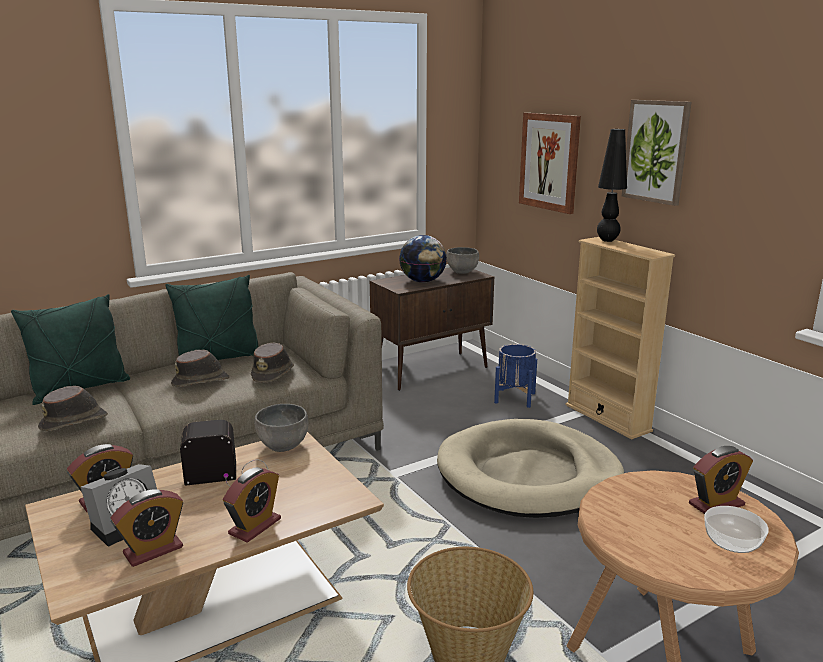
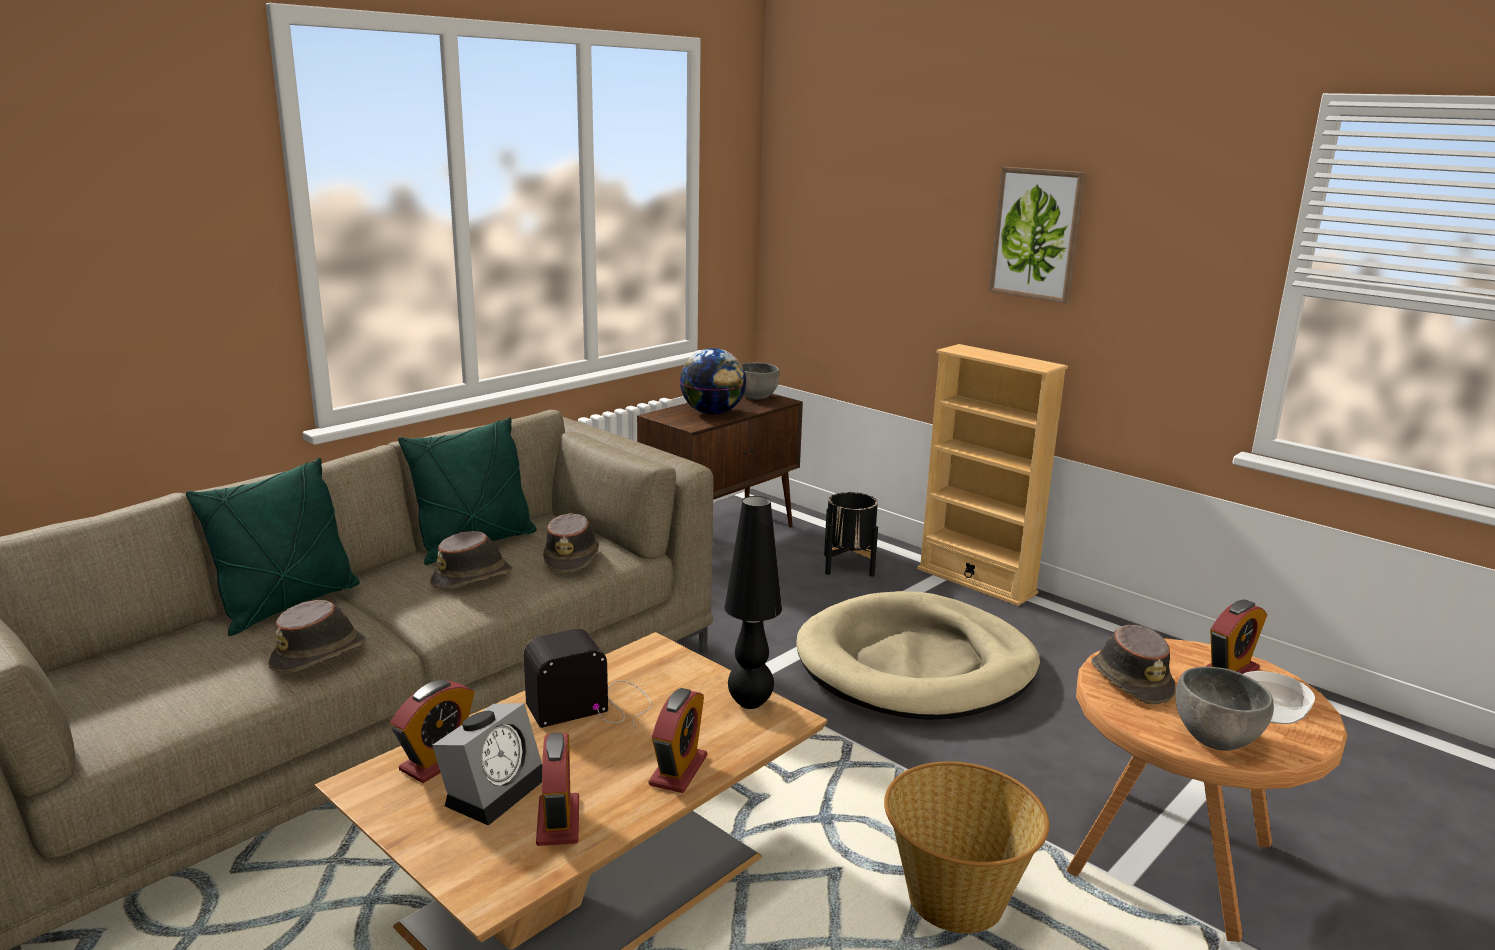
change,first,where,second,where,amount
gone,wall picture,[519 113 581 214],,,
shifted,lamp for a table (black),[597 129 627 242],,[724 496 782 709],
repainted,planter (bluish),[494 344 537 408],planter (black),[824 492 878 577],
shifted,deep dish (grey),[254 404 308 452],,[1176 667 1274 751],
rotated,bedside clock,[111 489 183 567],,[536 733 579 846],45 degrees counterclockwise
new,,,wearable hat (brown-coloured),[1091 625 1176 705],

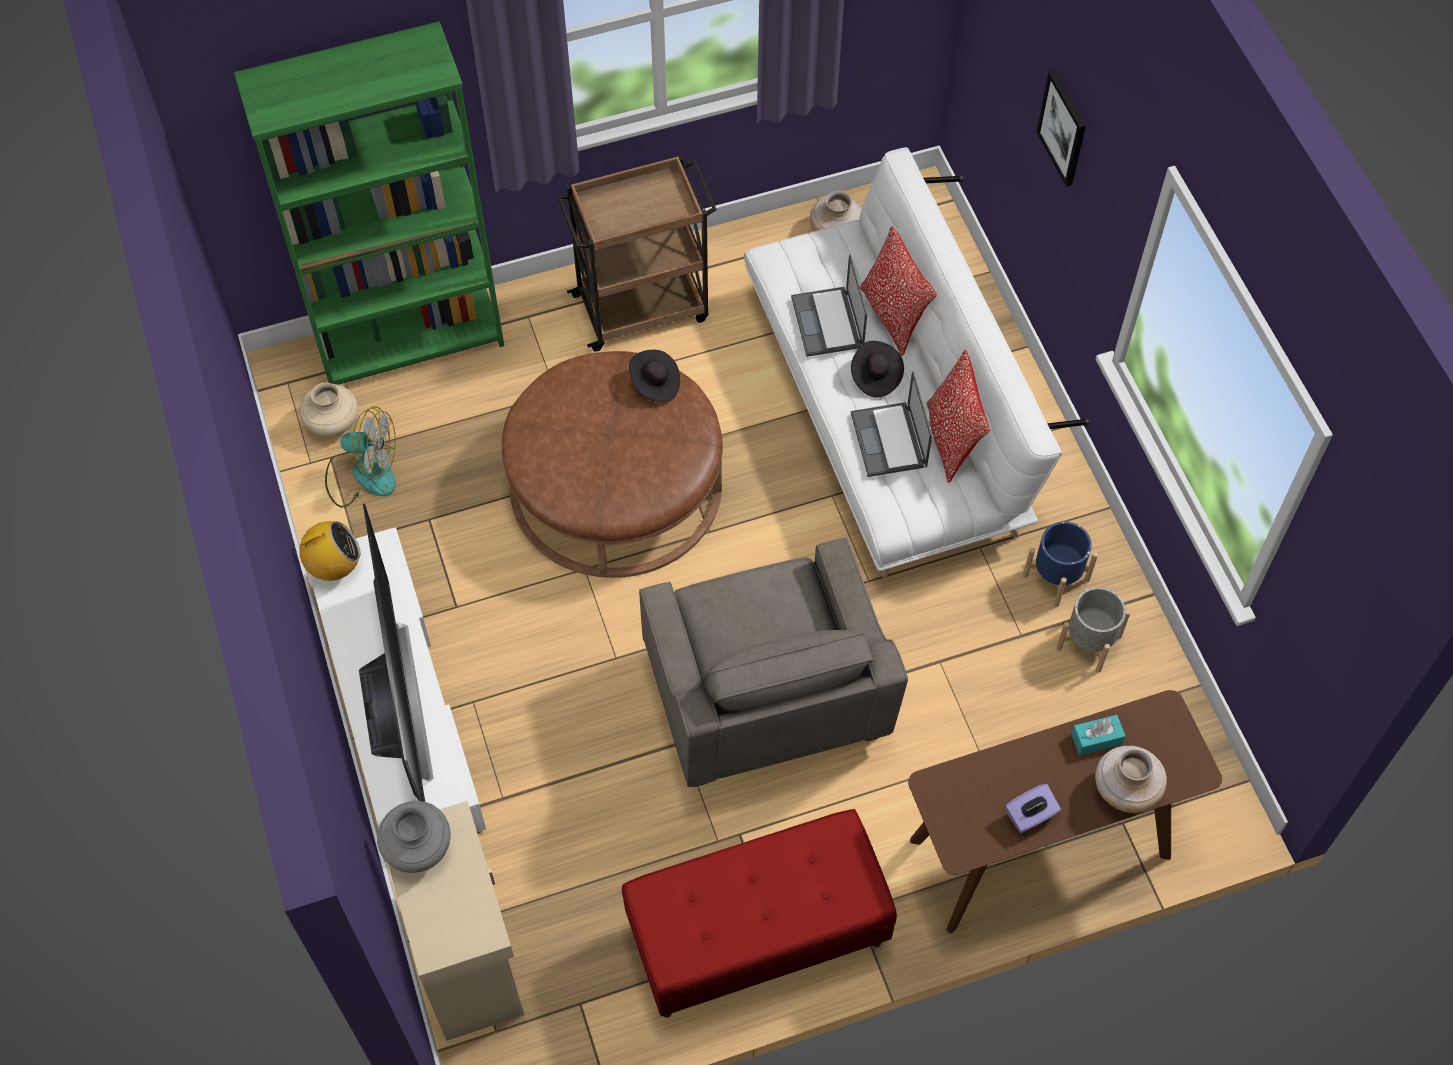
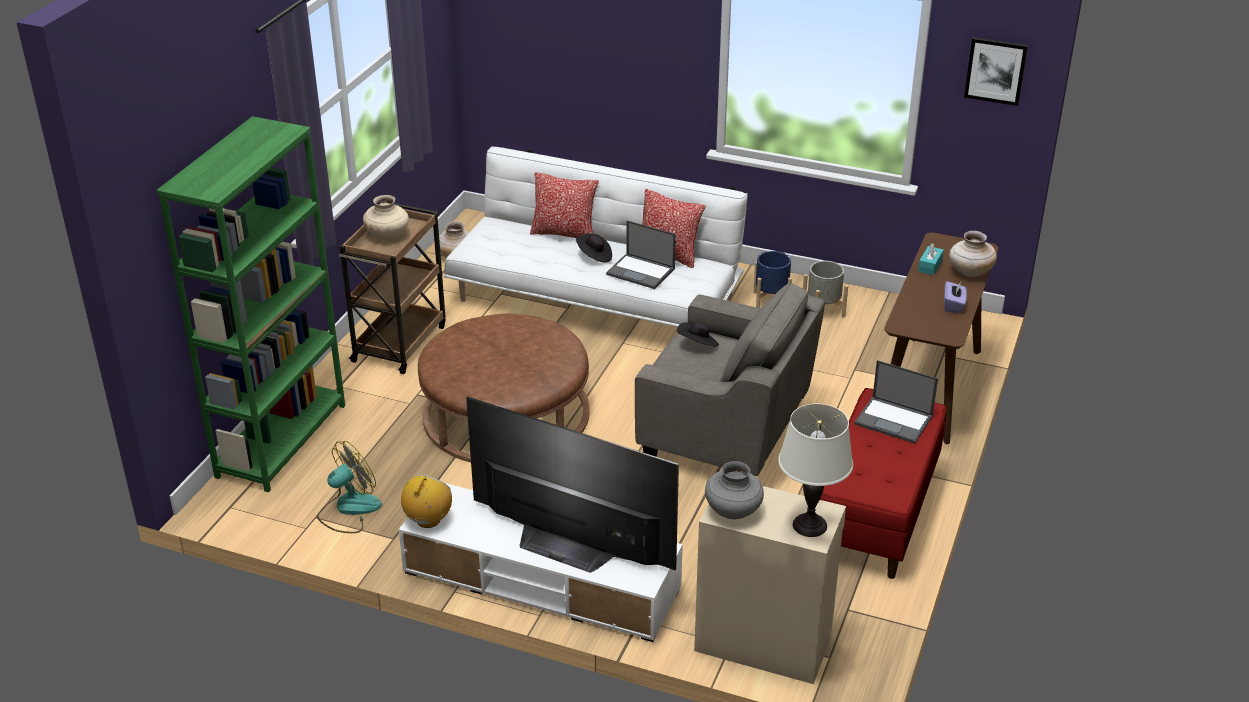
change,first,where,second,where,amount
shifted,wall picture,[1037 70 1086 187],,[964 37 1028 106],
shifted,laptop,[791 255 867 357],,[854 360 938 444],
shifted,wearable hat (black),[629 350 680 402],,[677 322 719 347],
shifted,flower vase (sand-coloured),[299 382 358 437],,[363 195 409 240],
new,,,lamp for a table (white-coloured),[778 404 853 537],

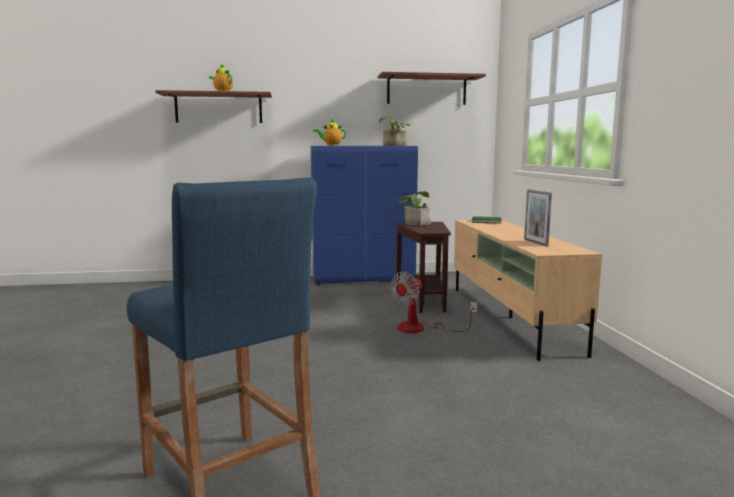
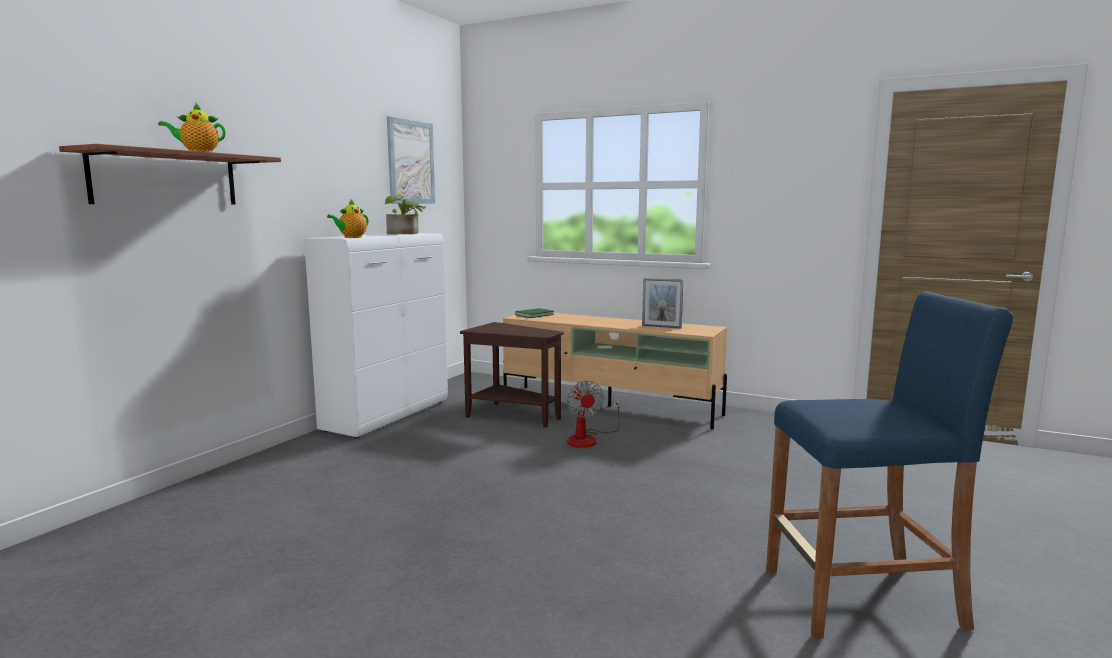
change,first,where,second,where,amount
swapped,wall shelf,[377 72 486 105],wall picture,[387 116 435 204],
repainted,cabinet (bluish),[311 146 418 285],cabinet (white-coloured),[304 233 448 439],
gone,plant in a pot,[398 191 431 225],,,

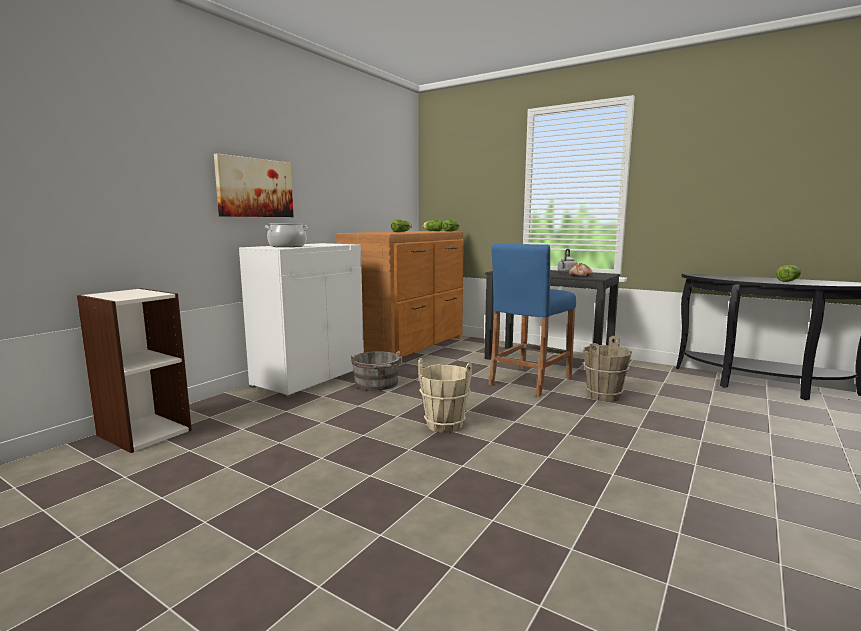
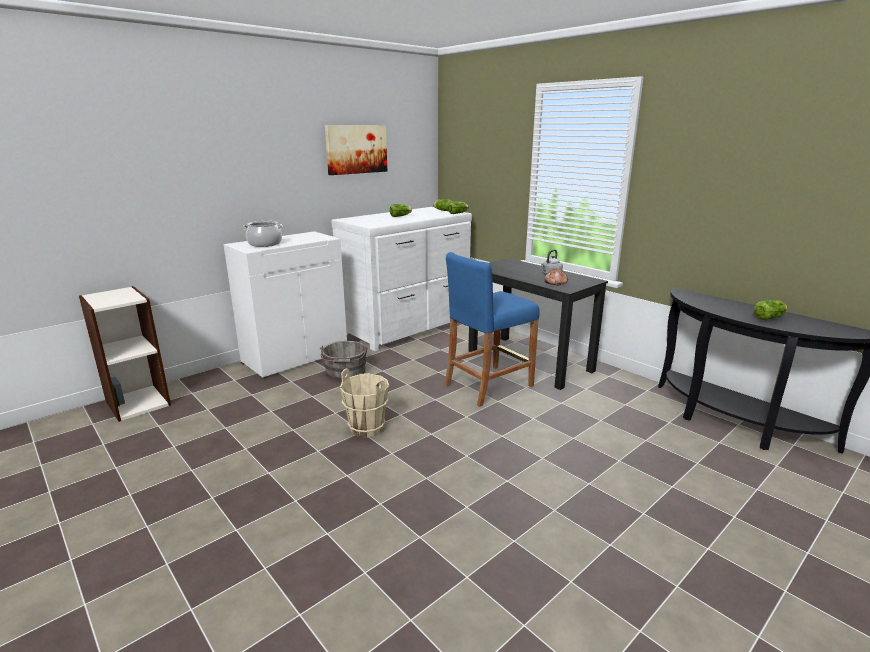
change,first,where,second,where,amount
shifted,wall picture,[214 153 294 217],,[325 125 387 175],
repainted,chest of drawers (brown-coloured),[336 231 464 357],chest of drawers (white-coloured),[331 207 472 351],
gone,water bucket (brown-coloured),[583 336 632 402],,,

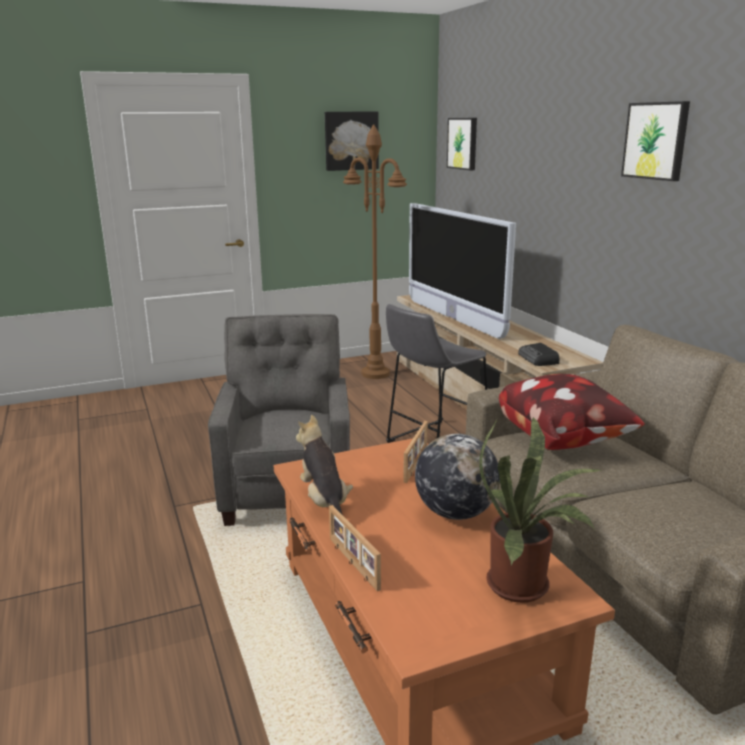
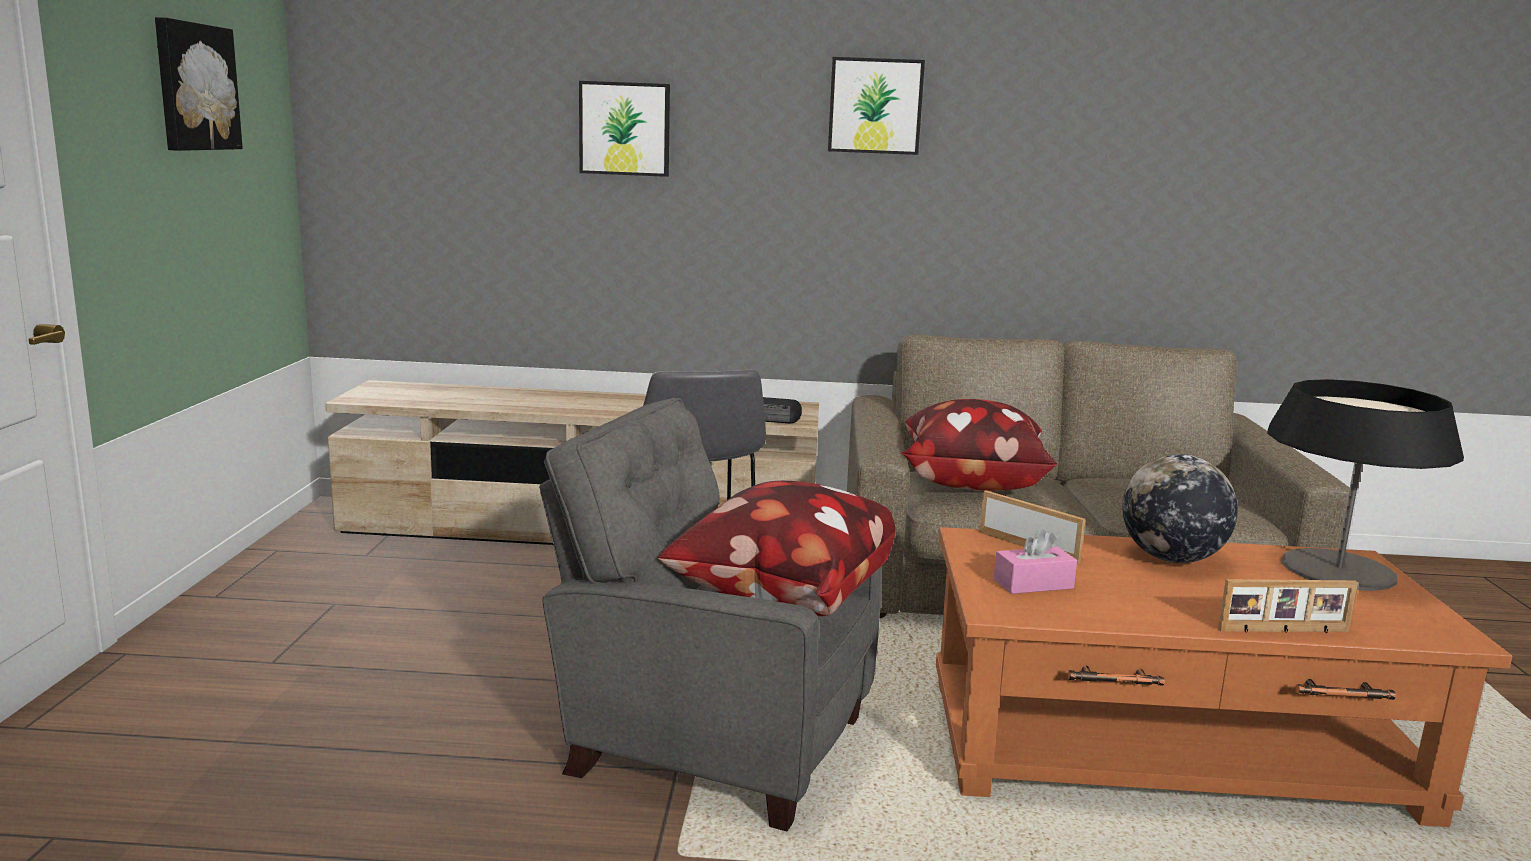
change,first,where,second,where,amount
shifted,wall picture,[447 118 477 170],,[579 81 670 177],
gone,standard lamp (brown-coloured),[343 124 407 379],,,
gone,TV set,[409 203 516 339],,,
gone,cuddly toy,[296 415 353 515],,,
swapped,plant in a pot,[479 417 604 603],lamp for a table,[1267 379 1464 591],
new,,,pillow,[657 481 896 616],
new,,,box of tissues (pinkish),[994 528 1077 594],

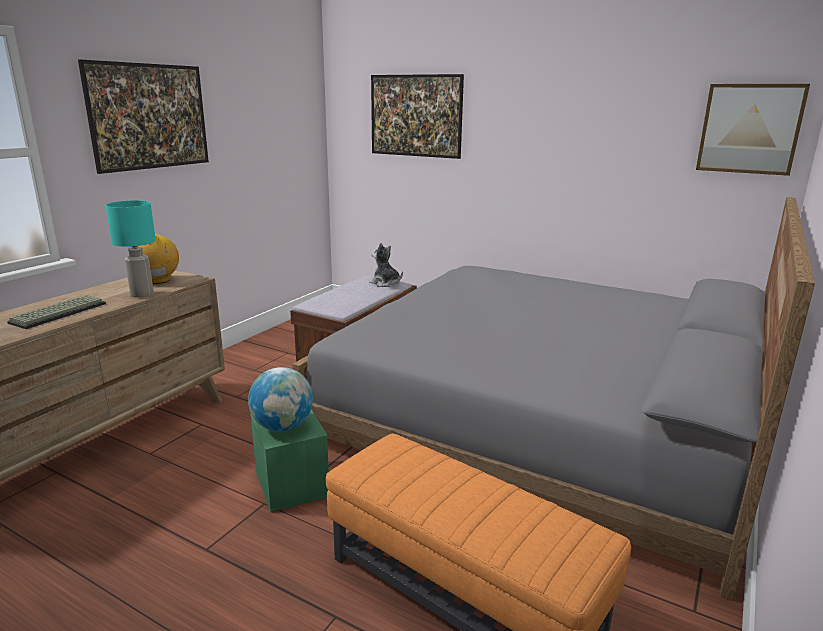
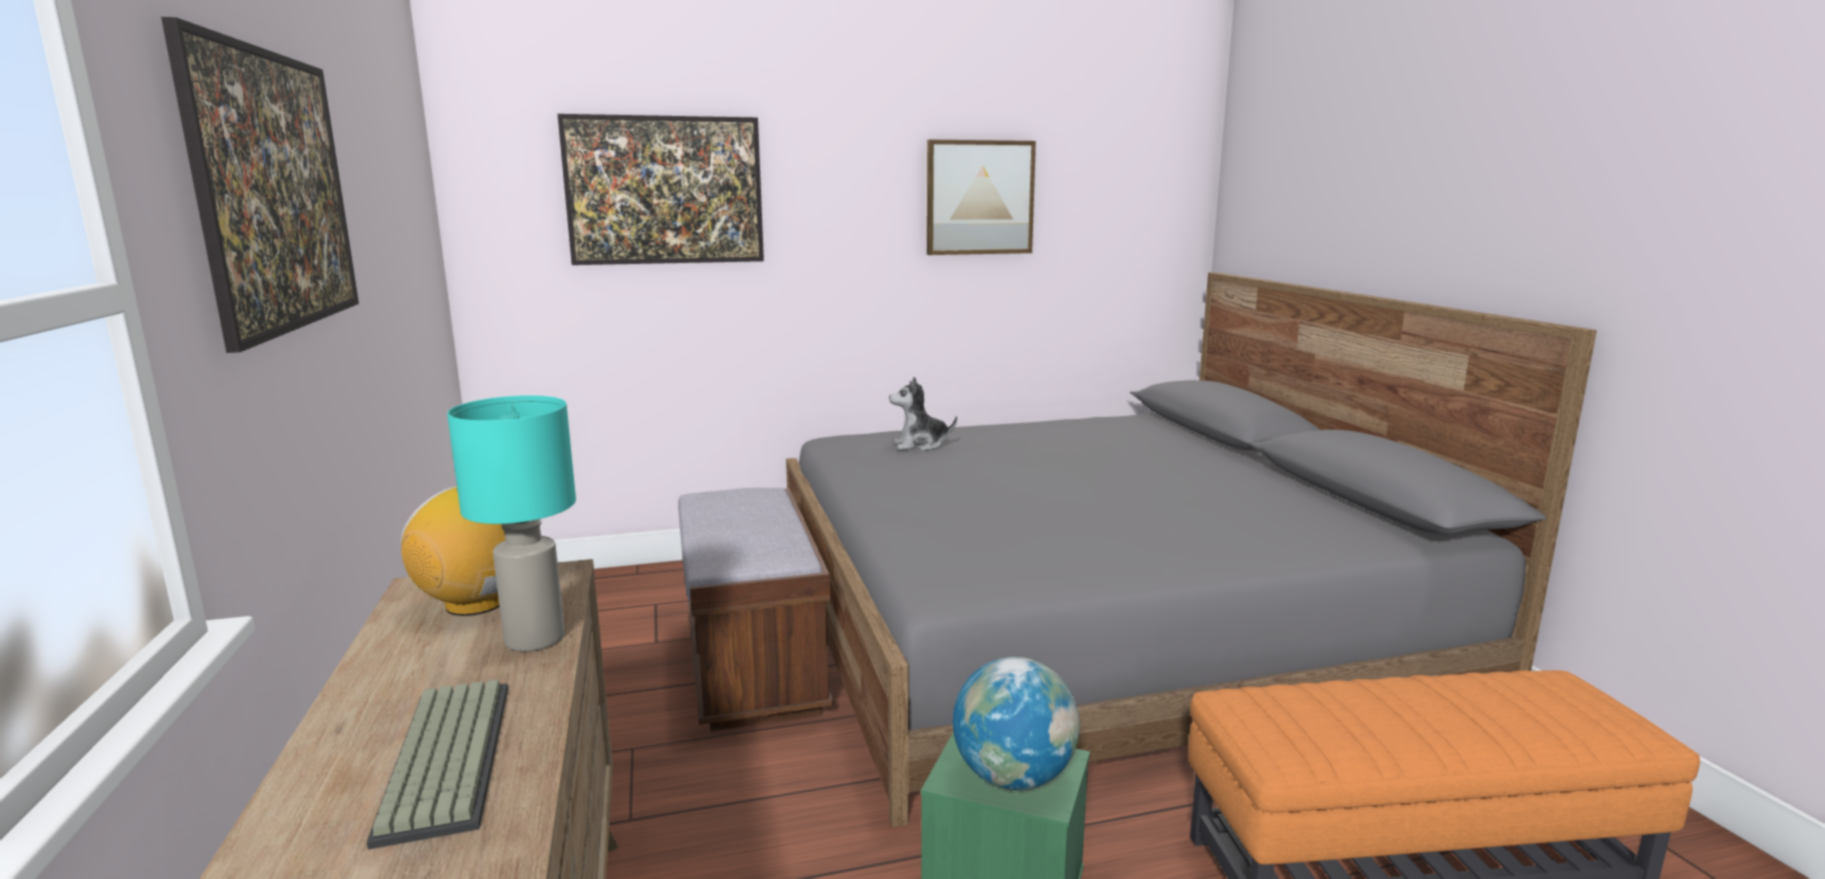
change,first,where,second,where,amount
shifted,wall picture,[696 84 810 176],,[927 139 1036 255],
shifted,cuddly toy,[369 243 403 287],,[889 377 957 451],

